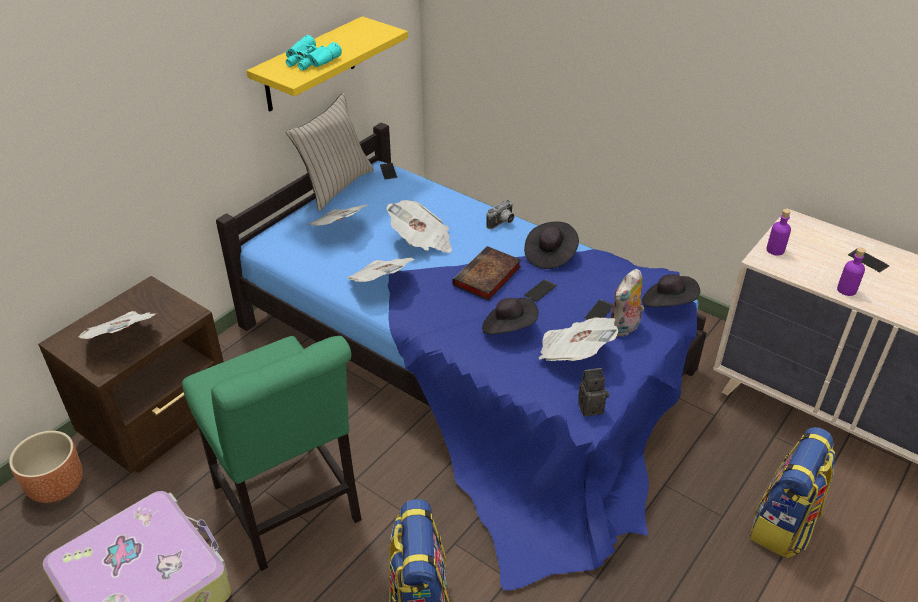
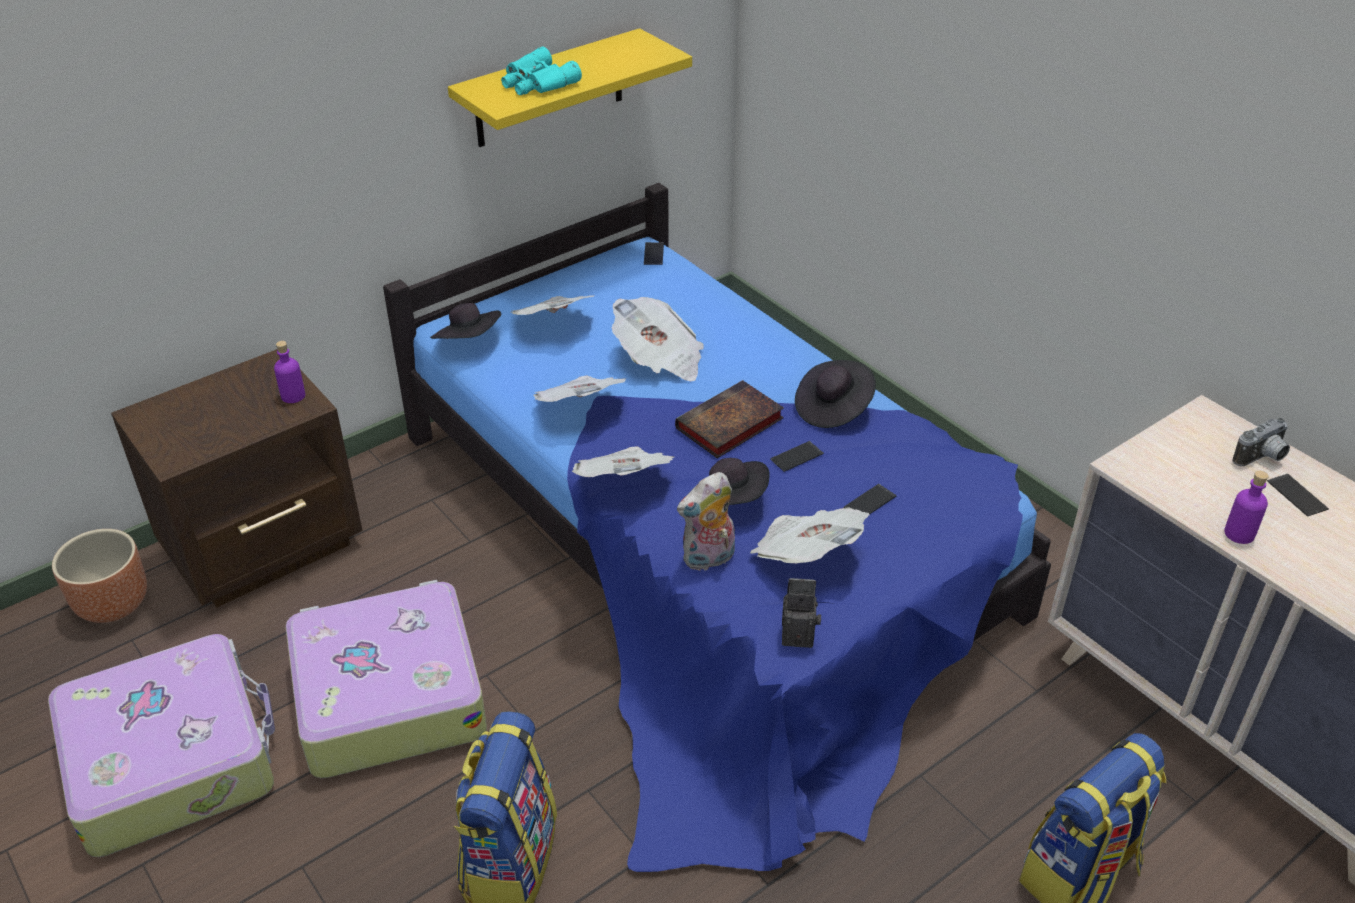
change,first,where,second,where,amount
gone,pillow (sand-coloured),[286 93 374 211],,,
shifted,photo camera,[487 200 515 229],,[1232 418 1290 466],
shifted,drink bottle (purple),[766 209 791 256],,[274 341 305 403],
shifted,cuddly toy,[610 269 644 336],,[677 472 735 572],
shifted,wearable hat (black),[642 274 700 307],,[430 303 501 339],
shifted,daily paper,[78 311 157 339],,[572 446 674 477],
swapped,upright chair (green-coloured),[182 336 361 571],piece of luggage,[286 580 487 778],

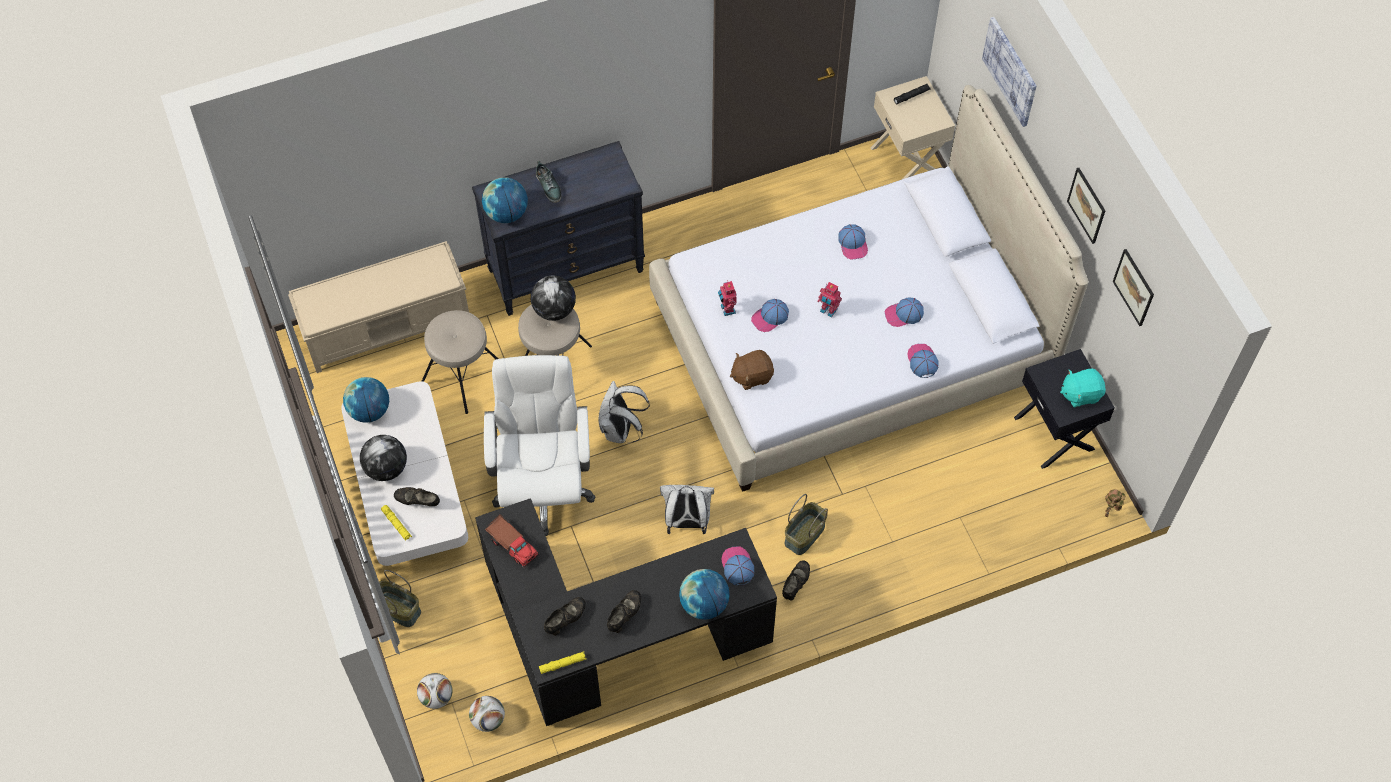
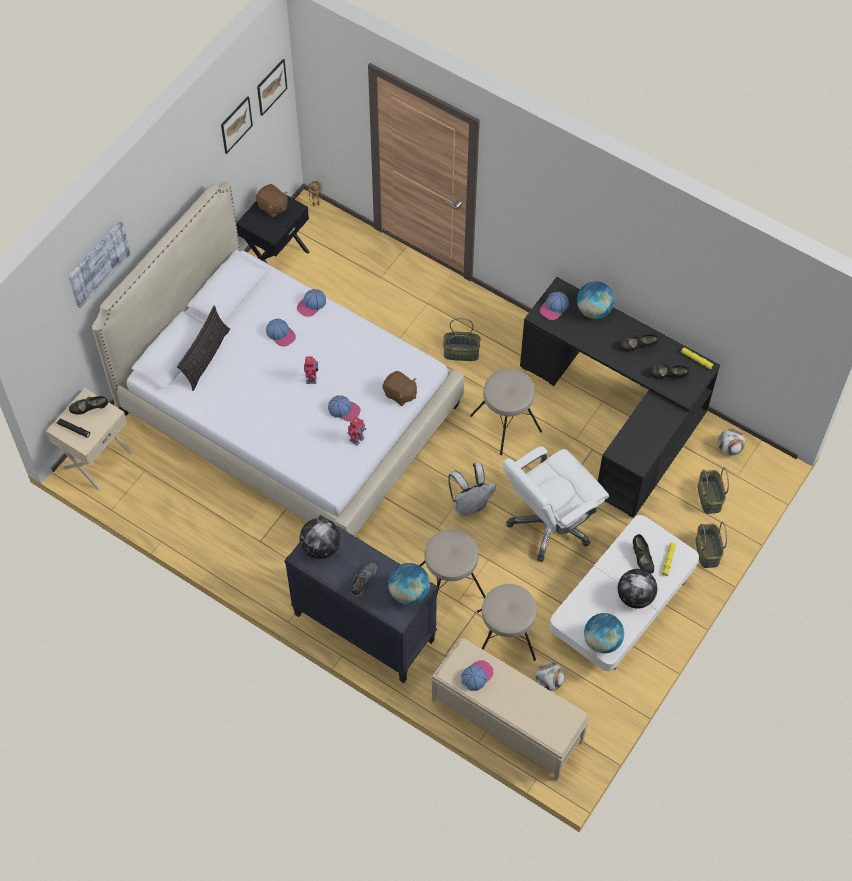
change,first,where,second,where,amount
shifted,wall picture,[1067 168 1106 244],,[257 59 287 116],
shifted,cap,[838 224 868 260],,[461 660 493 691],
shifted,world globe,[531 276 576 321],,[299 518 341 559],
repainted,cuddly toy (turquoise-coloured),[1060 368 1106 408],cuddly toy (brown-coloured),[256 184 288 217],
swapped,rucksack (white-coloured),[660 485 714 534],stool seat (sand-coloured),[470 369 542 455],
gone,model truck,[485 514 540 568],,,
shifted,item of footwear (black),[782 560 810 601],,[69 396 108 415],
shifted,football ball,[417 673 453 709],,[535 662 565 691],
new,,,pillow,[177 305 230 391],
new,,,storage basket,[697 467 729 514],

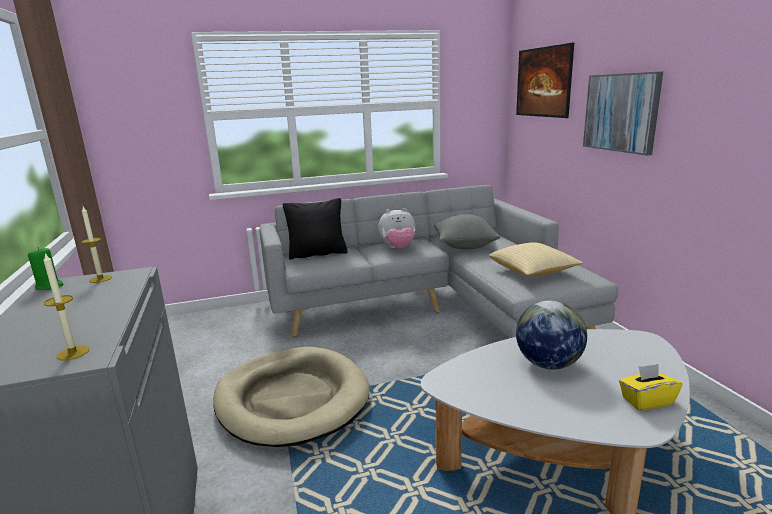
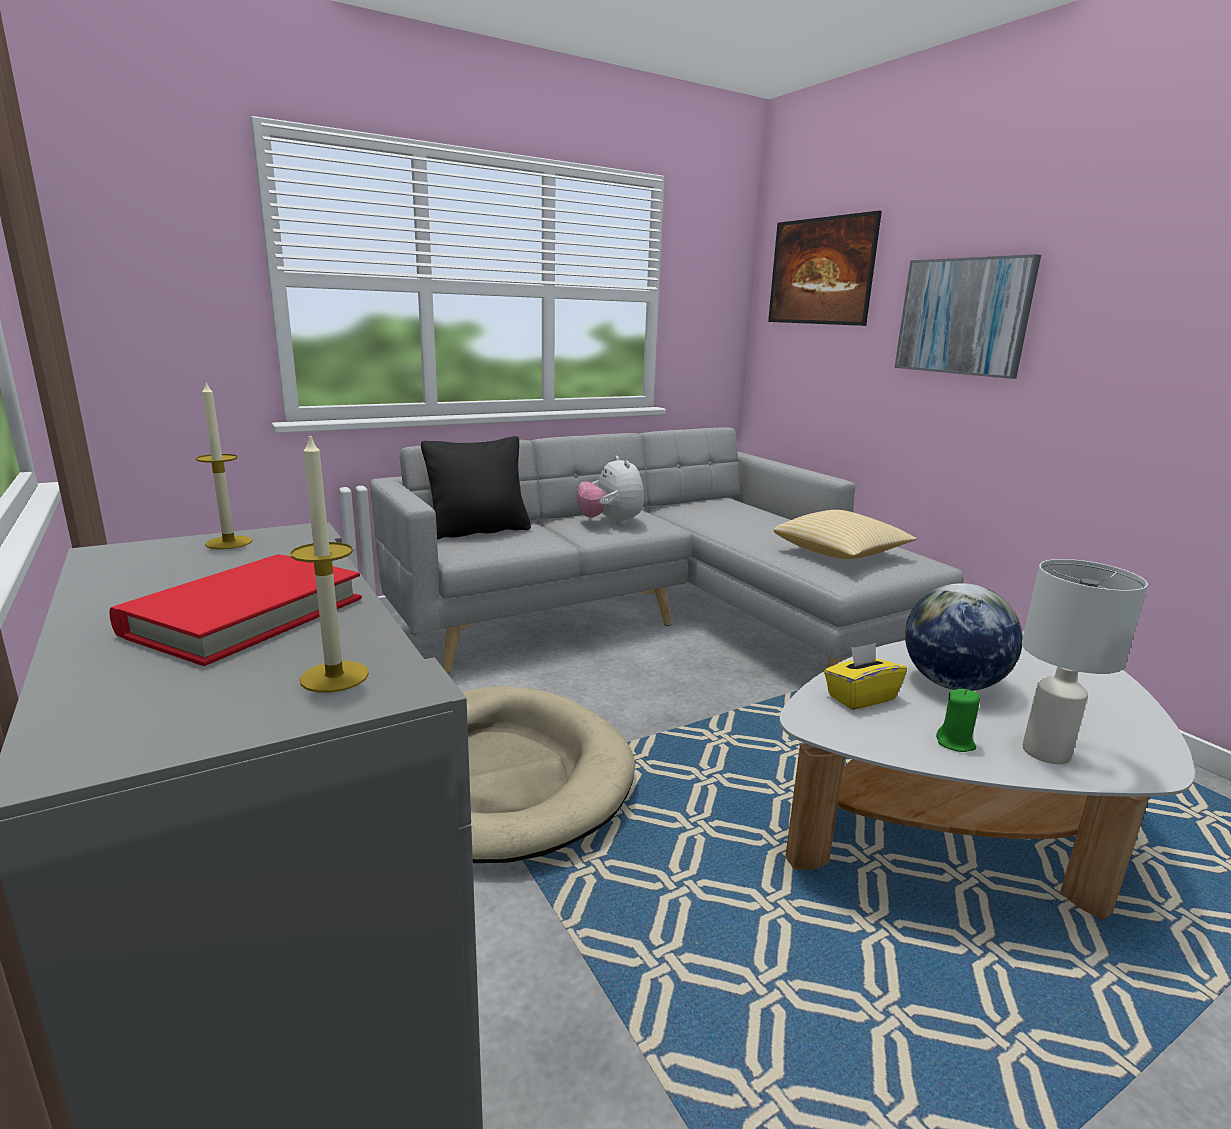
change,first,where,second,where,amount
rotated,cuddly toy,[378 208 415 249],,[576 456 644 526],90 degrees clockwise
gone,pillow (grey),[434 214 500 249],,,
shifted,wax light (green-coloured),[28 247 64 290],,[936 689 980 752],
shifted,box of tissues (yellowish),[619 364 682 410],,[824 643 907 710],
new,,,volume (reddish),[110 554 362 666],
new,,,lamp for a table (white-coloured),[1022 559 1148 765],

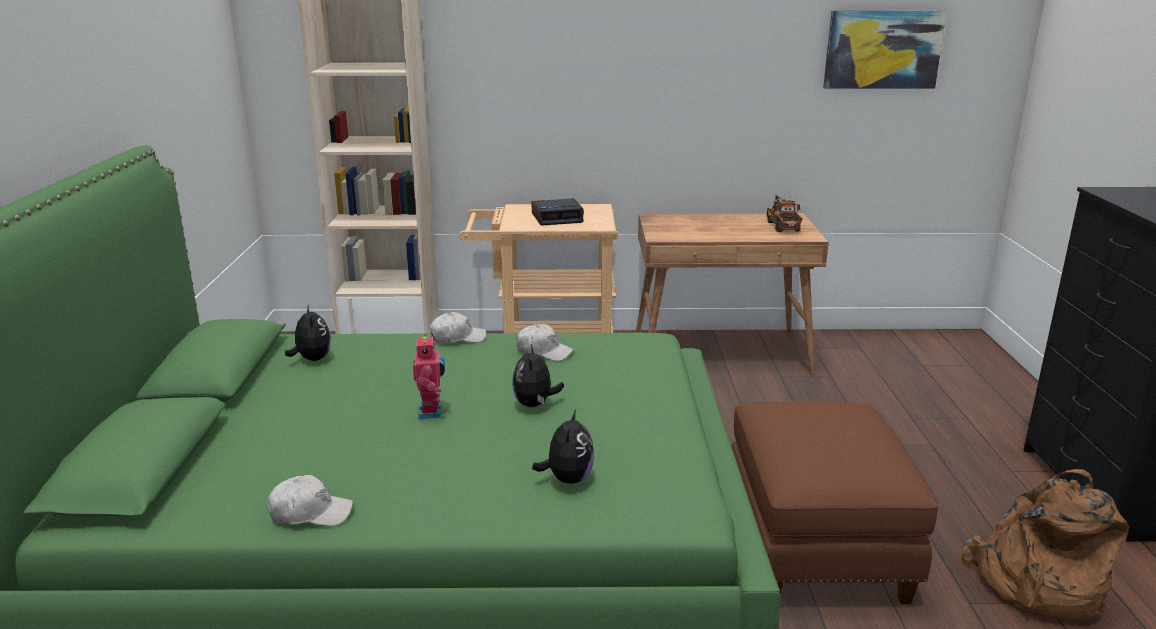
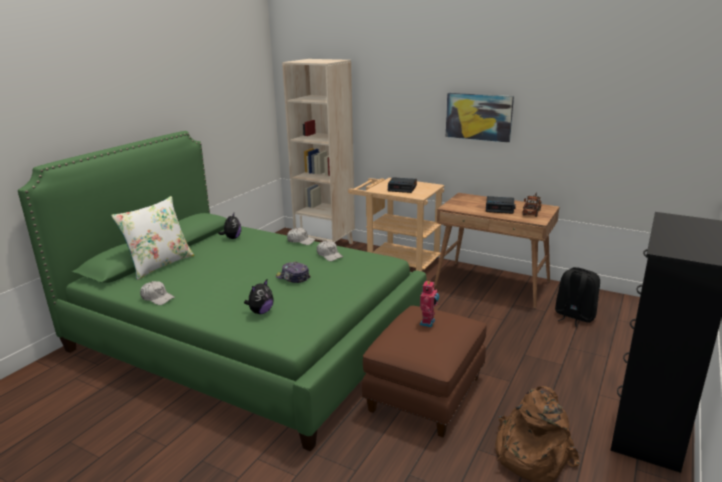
change,first,where,second,where,amount
shifted,wall picture,[823 10 947 89],,[446 93 514 143],
shifted,model robot,[413 334 445 419],,[420 281 439 328],
swapped,cuddly toy,[512 345 564 407],cap,[276 262 311 283],
new,,,pillow (white-coloured),[111 196 194 280],
new,,,bedside clock,[486 196 516 214],
new,,,rucksack (black),[555 267 600 327],

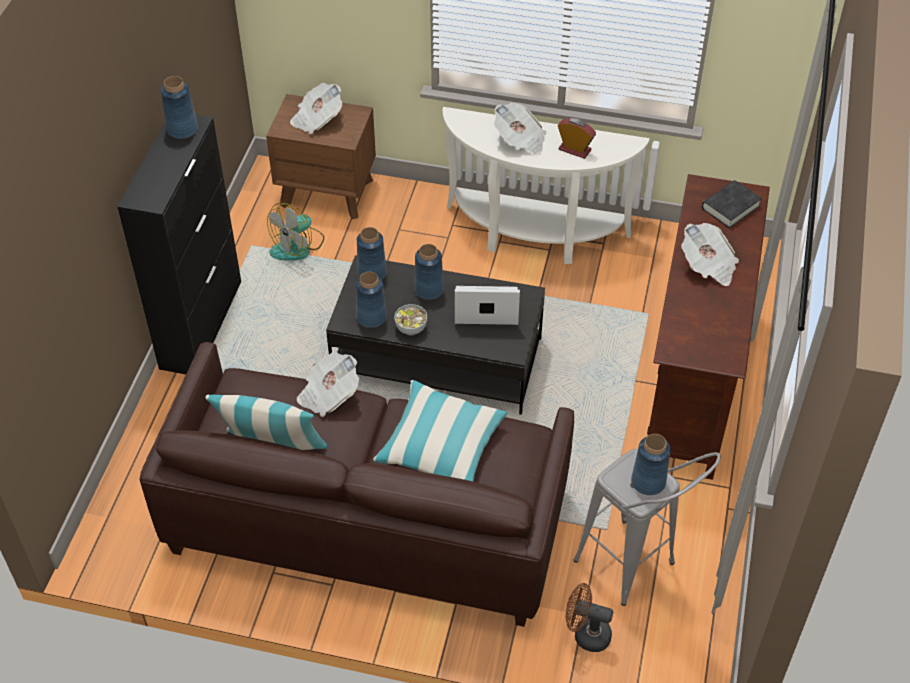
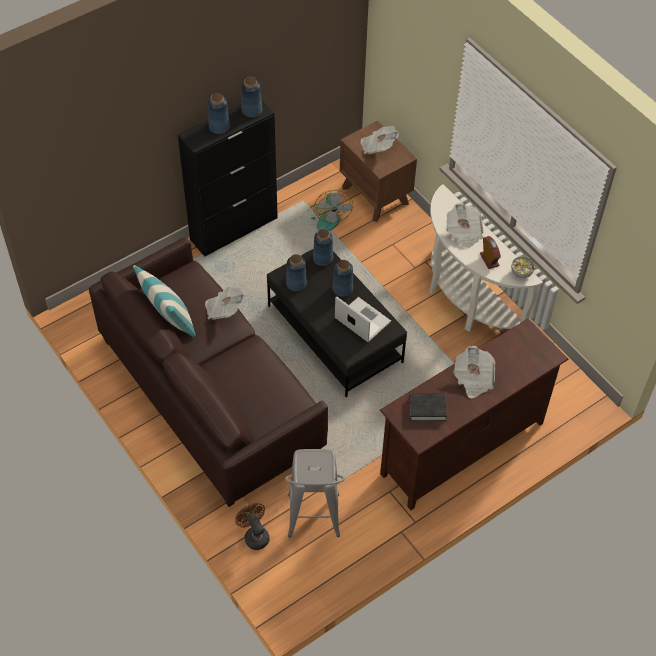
change,first,where,second,where,amount
shifted,volume (black),[702 180 762 228],,[409 393 447 421],
rotated,fan,[267 203 324 261],,[309 190 353 231],90 degrees counterclockwise
shifted,deep dish,[394 304 427 335],,[511 256 535 278],
gone,pillow,[373 380 507 482],,,
shifted,flower vase (bluish),[631 434 671 495],,[208 93 230 134],

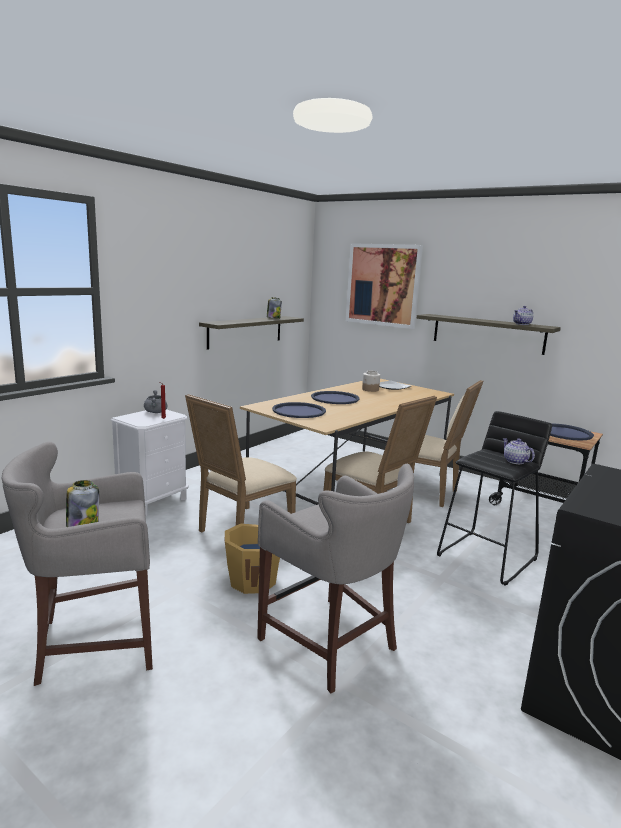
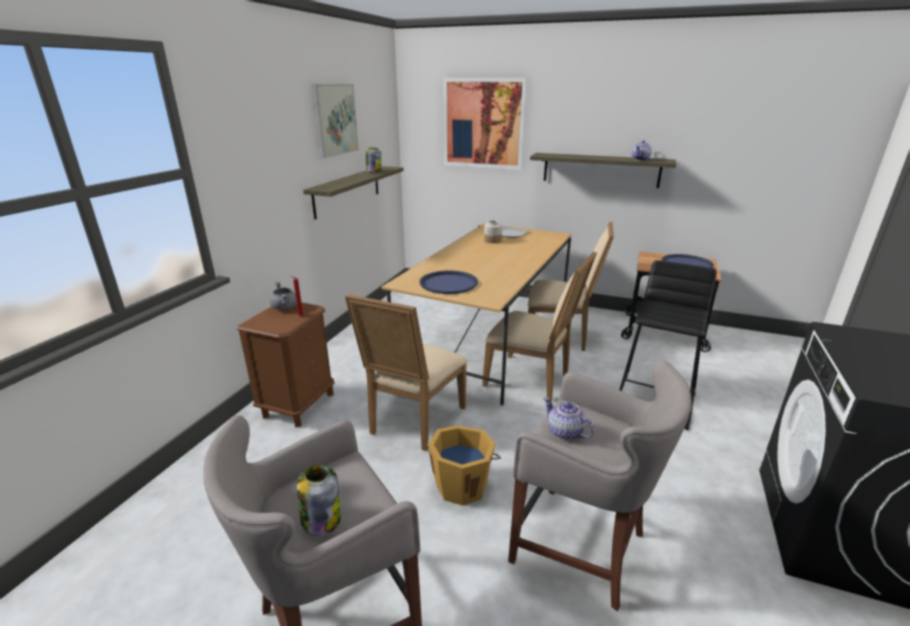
change,first,where,second,where,amount
gone,tray (bluish),[311 391 360 404],,,
repainted,night table (white-coloured),[110 409 189 516],night table (brown-coloured),[237 302 335 427],
shifted,tea pot,[503 438 535 464],,[543 397 594 440],
new,,,wall picture,[312 84 359 158],

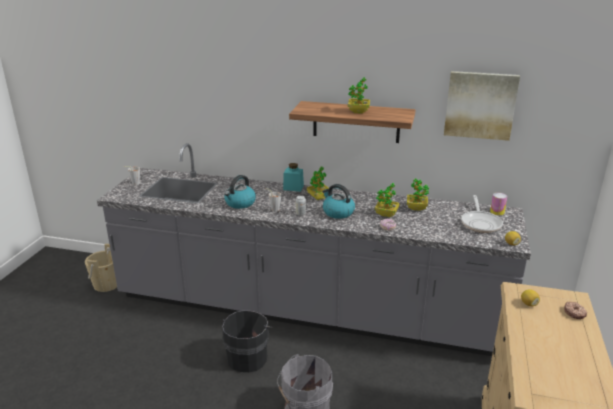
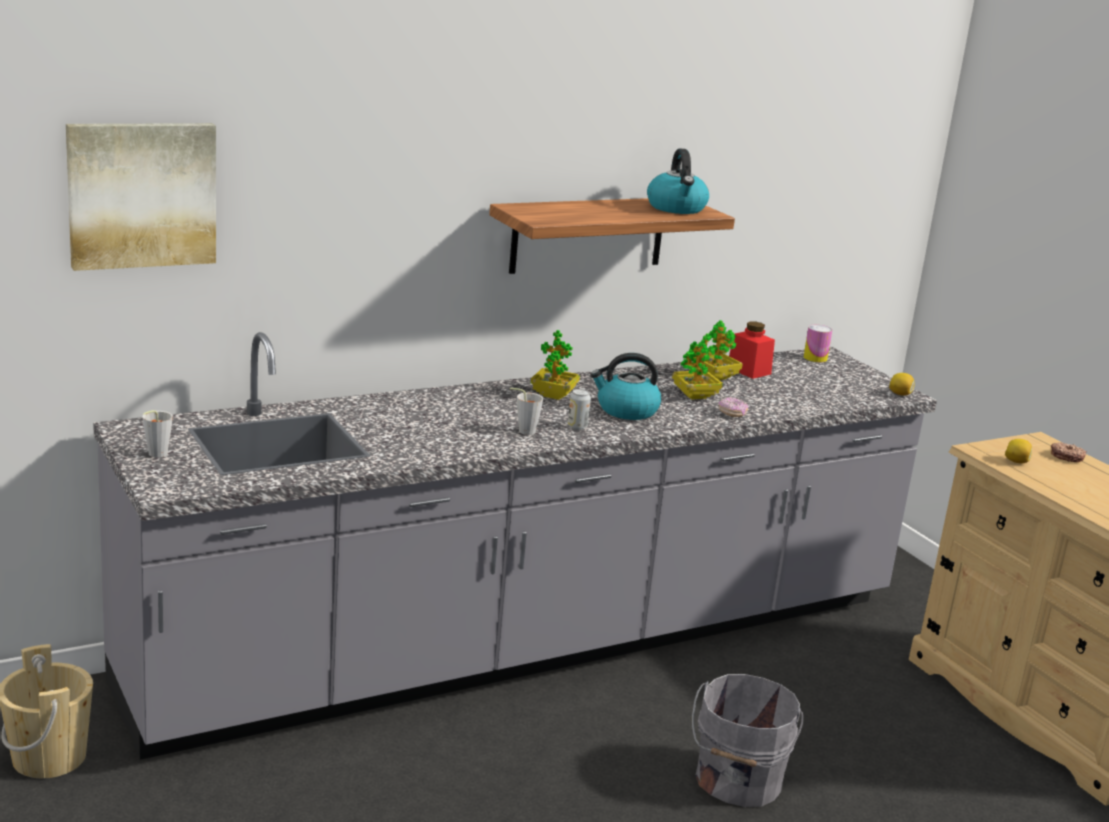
change,first,where,second,where,amount
shifted,wall picture,[444 71 520 141],,[66 123 216 271],
gone,plant in a pot,[348 77 370 114],,,
gone,jar (turquoise-coloured),[283 163 304 192],,,
shifted,tea kettle,[224 175 256 209],,[647 149 709 214],
gone,skillet,[461 195 503 233],,,
gone,water bucket (black),[222 310 272 372],,,
new,,,jar (reddish),[729 321 775 379],

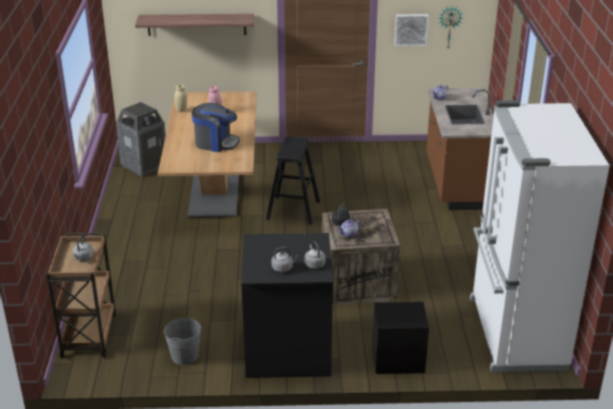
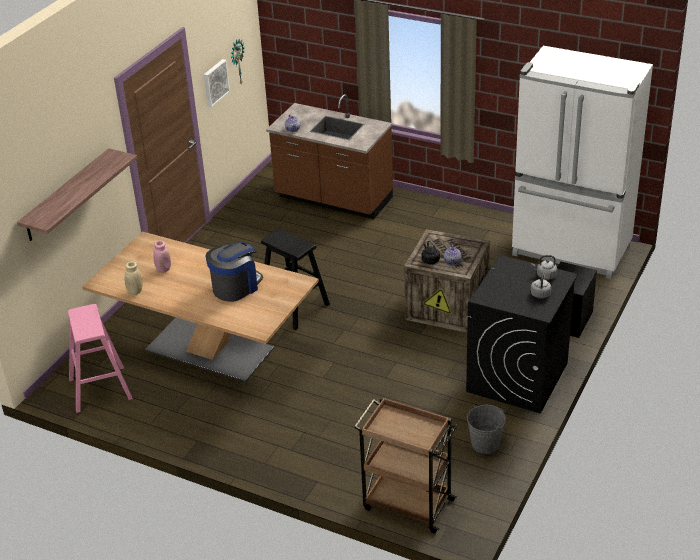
change,first,where,second,where,amount
swapped,waste bin,[116 102 166 177],stool seat (pinkish),[68 304 133 413],
gone,tea kettle (grey),[73 235 94 261],,,

